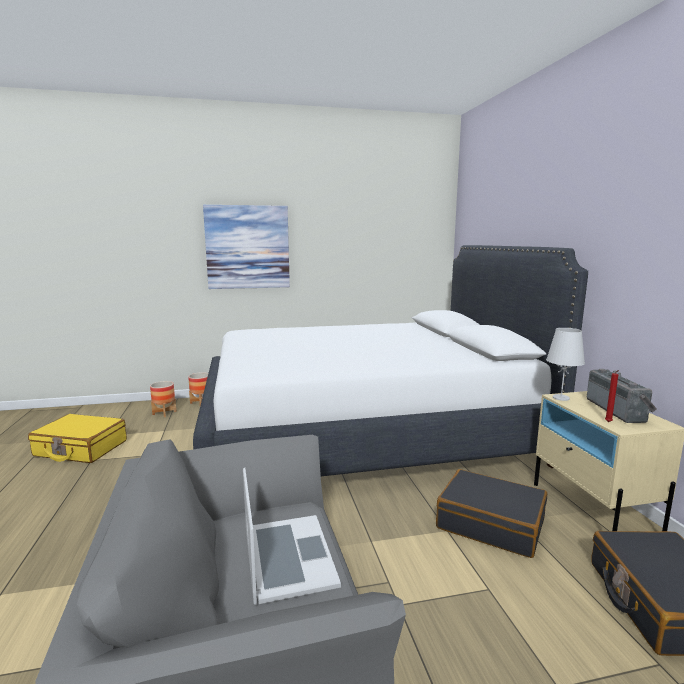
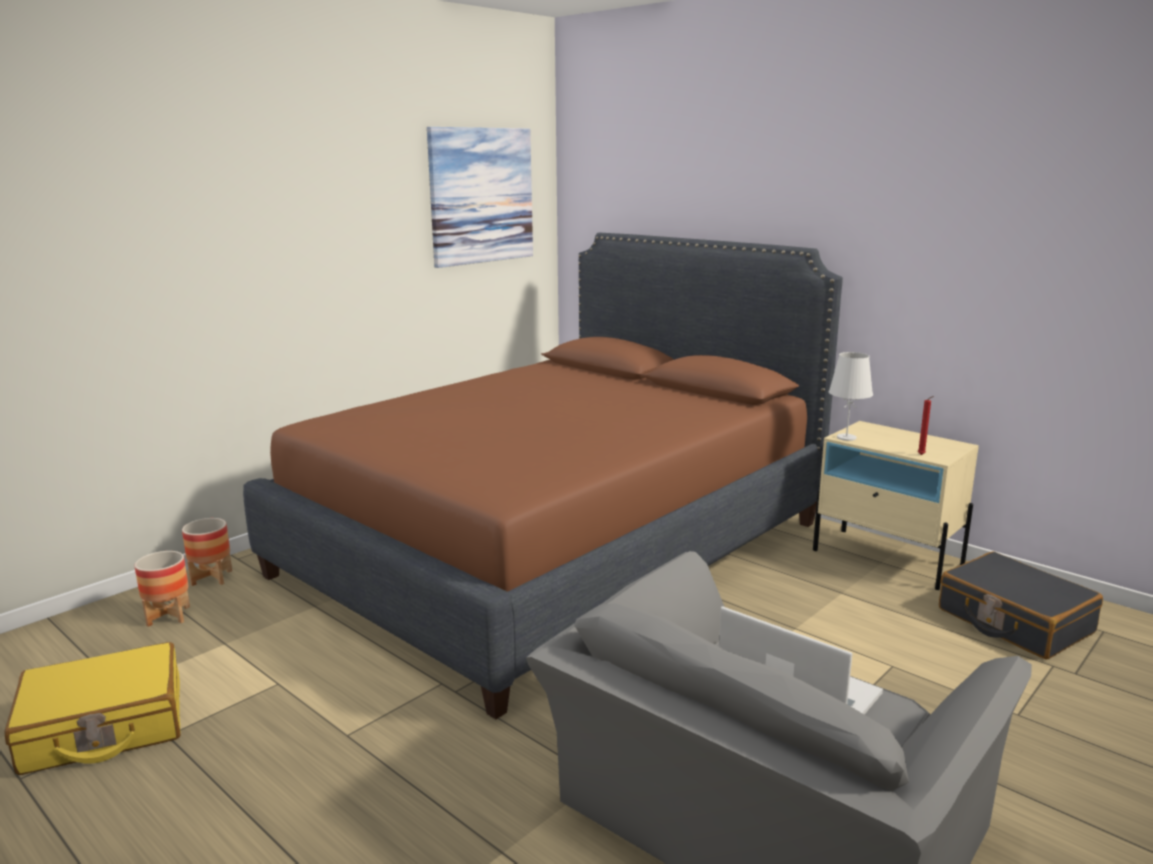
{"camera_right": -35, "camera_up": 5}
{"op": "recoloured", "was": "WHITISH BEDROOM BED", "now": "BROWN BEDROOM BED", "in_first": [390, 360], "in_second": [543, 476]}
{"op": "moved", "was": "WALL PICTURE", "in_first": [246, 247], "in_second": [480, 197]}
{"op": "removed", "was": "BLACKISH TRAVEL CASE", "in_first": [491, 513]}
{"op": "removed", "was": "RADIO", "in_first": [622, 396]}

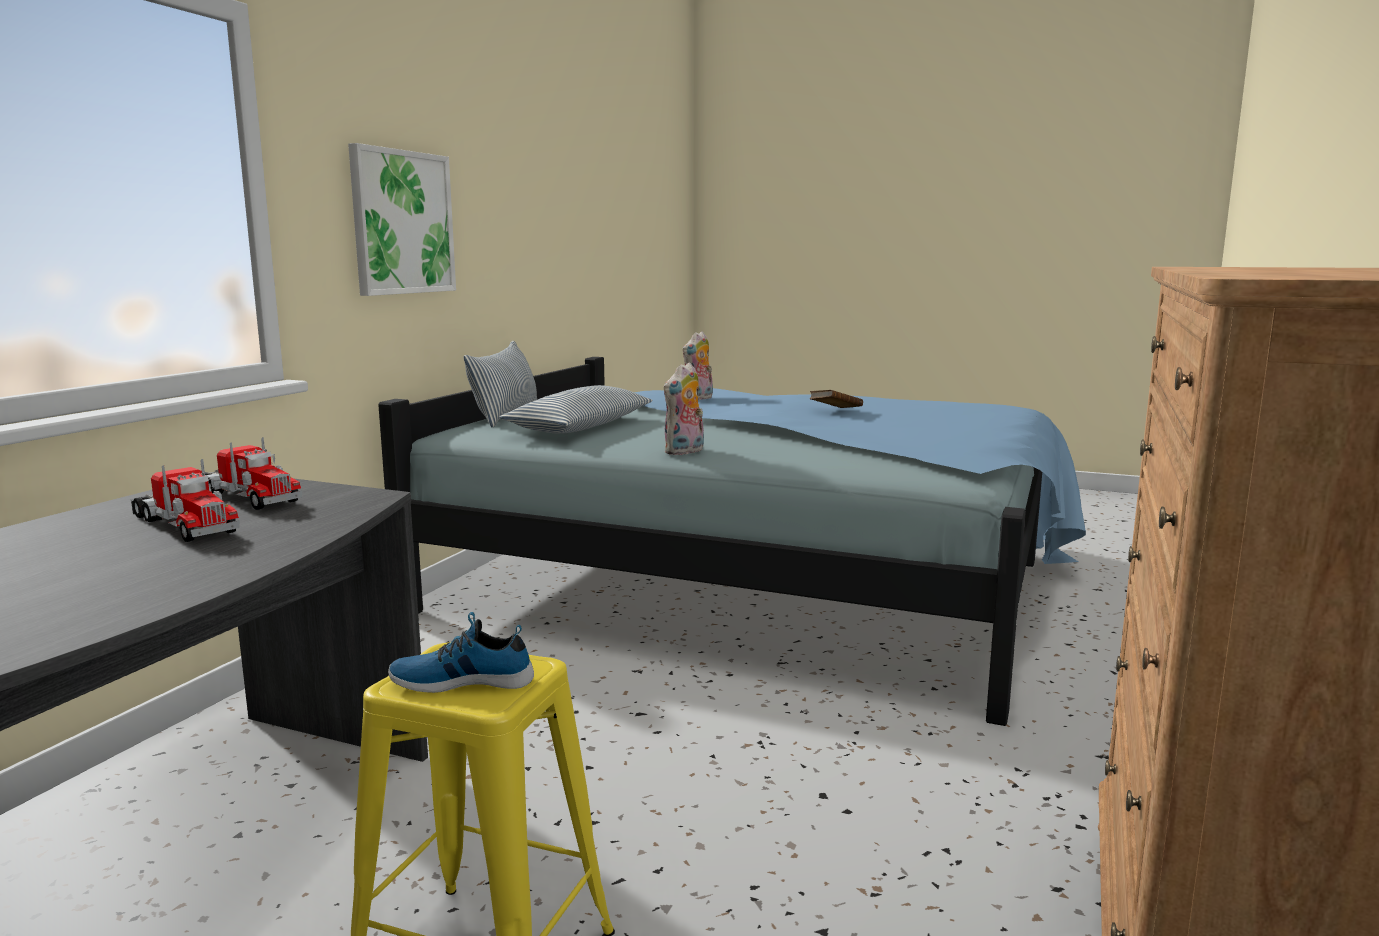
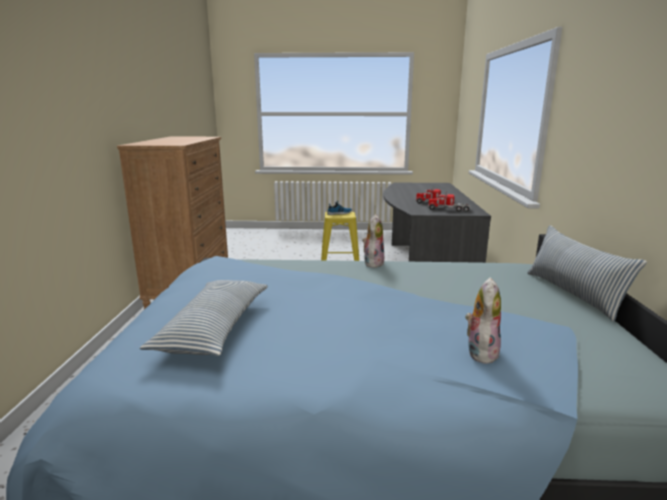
{"camera_right": 160, "camera_up": 5}
{"op": "moved", "was": "PILLOW", "in_first": [575, 409], "in_second": [203, 318]}
{"op": "removed", "was": "WALL PICTURE", "in_first": [402, 219]}
{"op": "removed", "was": "BROWN BOOK", "in_first": [836, 399]}

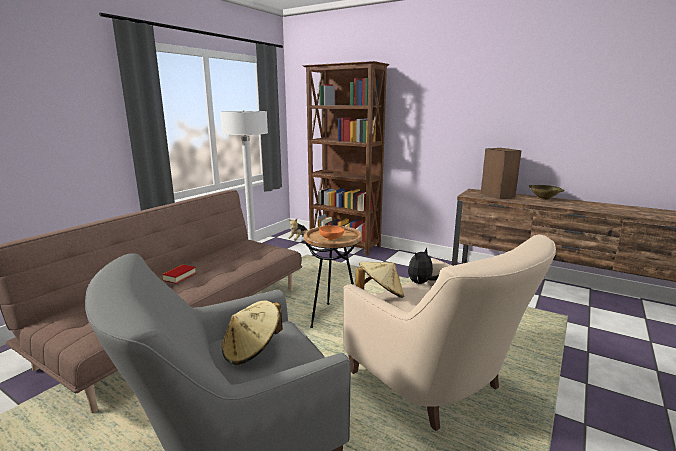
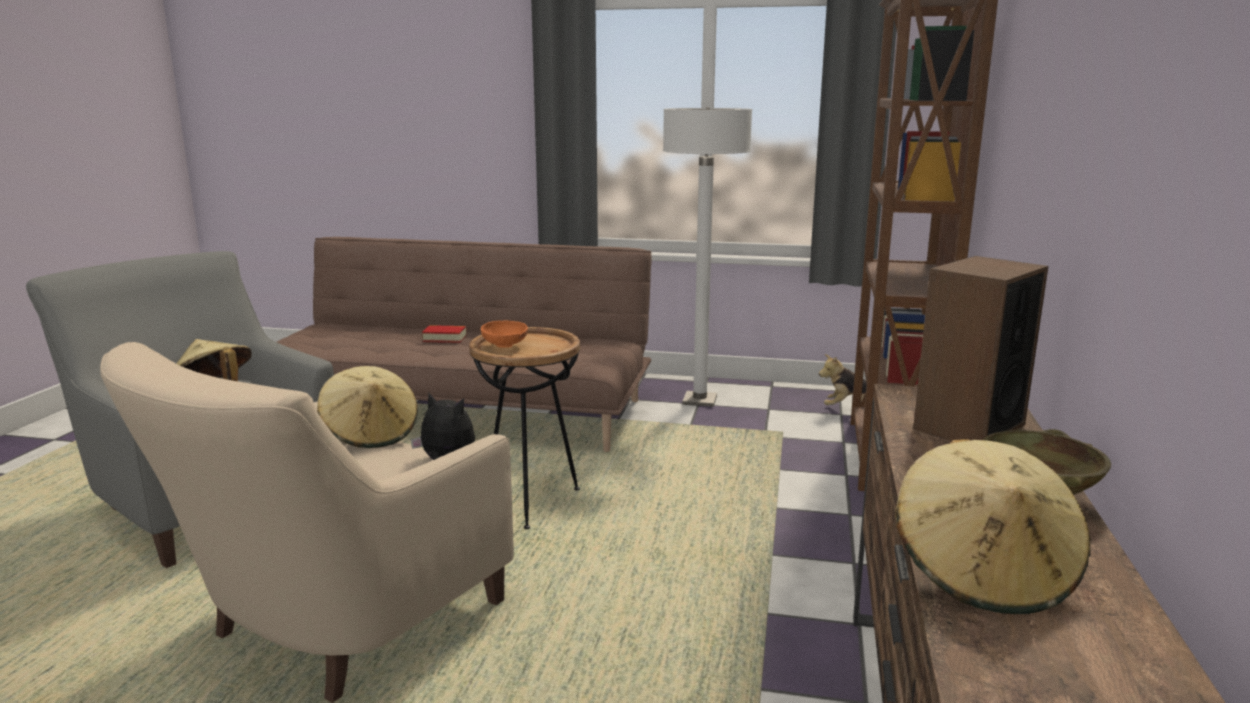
{"camera_right": 70, "camera_up": 0}
{"op": "added", "now": "SAND-COLOURED CLOTHING HAT", "in_second": [992, 526]}

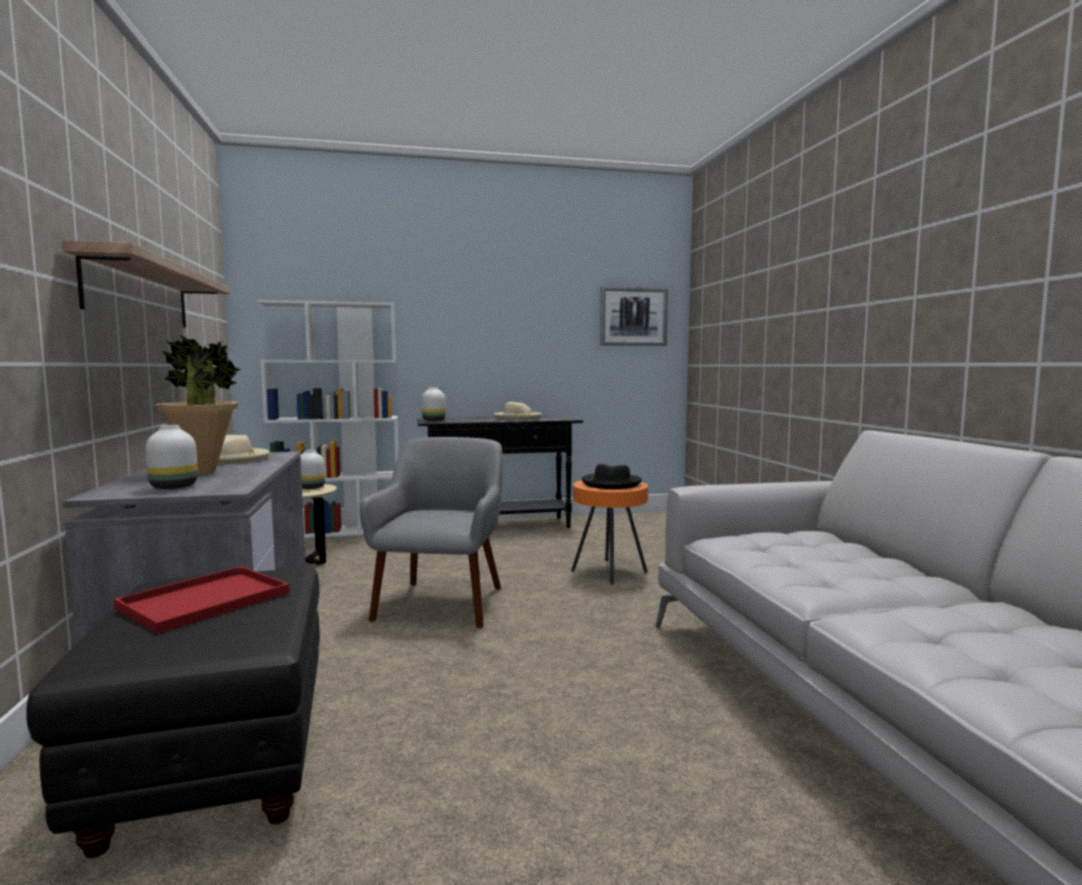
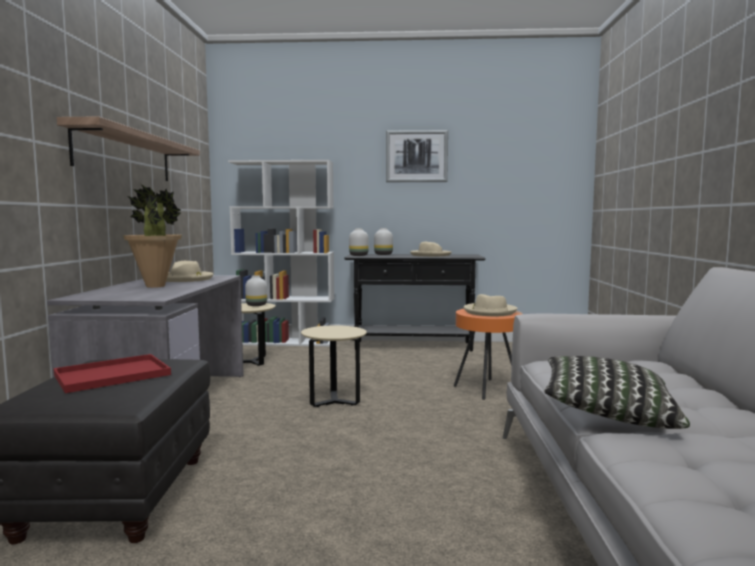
{"camera_right": 15, "camera_up": 0}
{"op": "replaced", "was": "GREY EASY CHAIR", "now": "SAND-COLOURED END TABLE", "in_first": [431, 533], "in_second": [334, 366]}
{"op": "moved", "was": "WHITISH DECORATIVE VASE", "in_first": [171, 457], "in_second": [383, 241]}
{"op": "moved", "was": "WALL PICTURE", "in_first": [634, 316], "in_second": [417, 156]}
{"op": "recoloured", "was": "BLACKISH CLOTHING HAT", "now": "SAND-COLOURED CLOTHING HAT", "in_first": [612, 476], "in_second": [490, 305]}
{"op": "added", "now": "PILLOW", "in_second": [617, 392]}

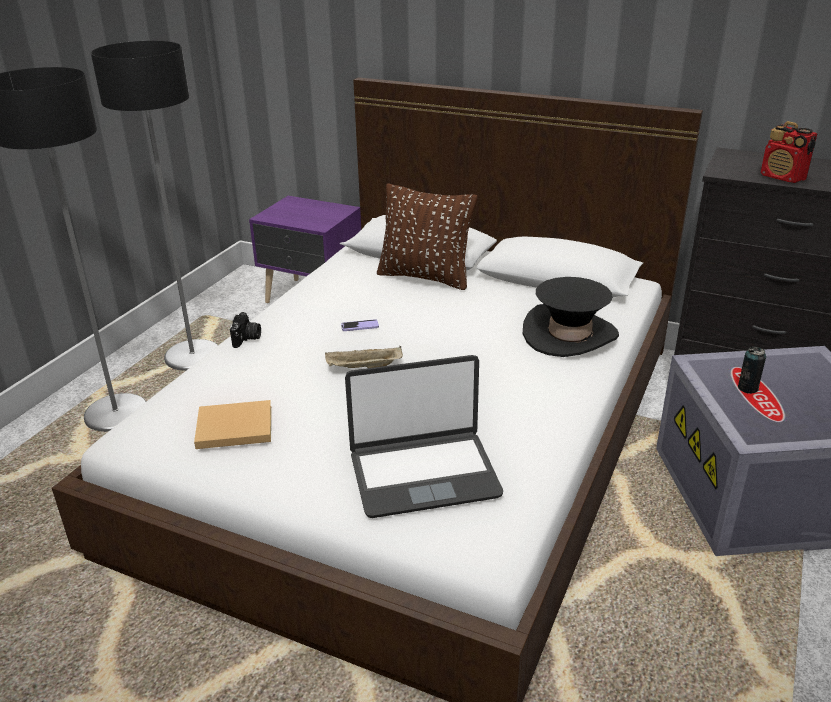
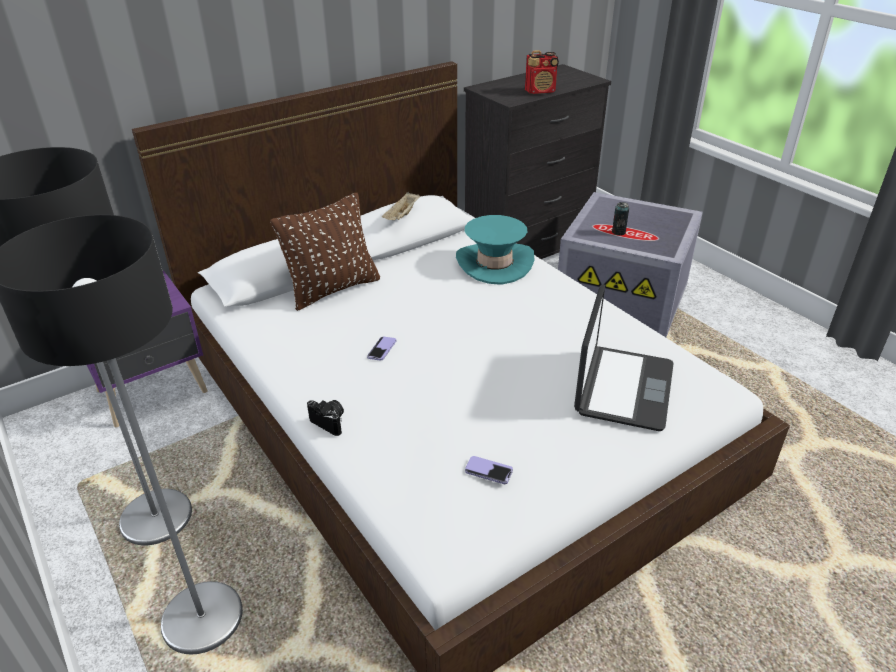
{"camera_right": -60, "camera_up": 5}
{"op": "moved", "was": "SAND-COLOURED CARRYING TRAY", "in_first": [364, 357], "in_second": [401, 206]}
{"op": "recoloured", "was": "BLACKISH CLOTHING HAT", "now": "TURQUOISE-COLOURED CLOTHING HAT", "in_first": [571, 317], "in_second": [495, 250]}
{"op": "replaced", "was": "SAND-COLOURED BOOK", "now": "HANDSET", "in_first": [232, 424], "in_second": [489, 470]}

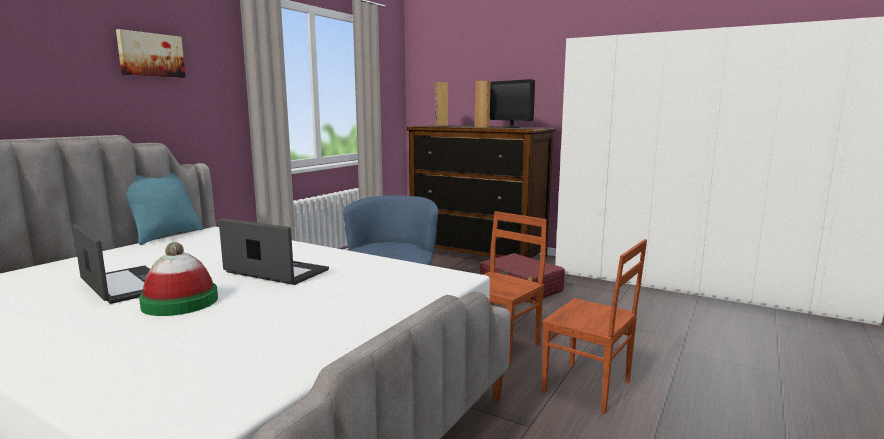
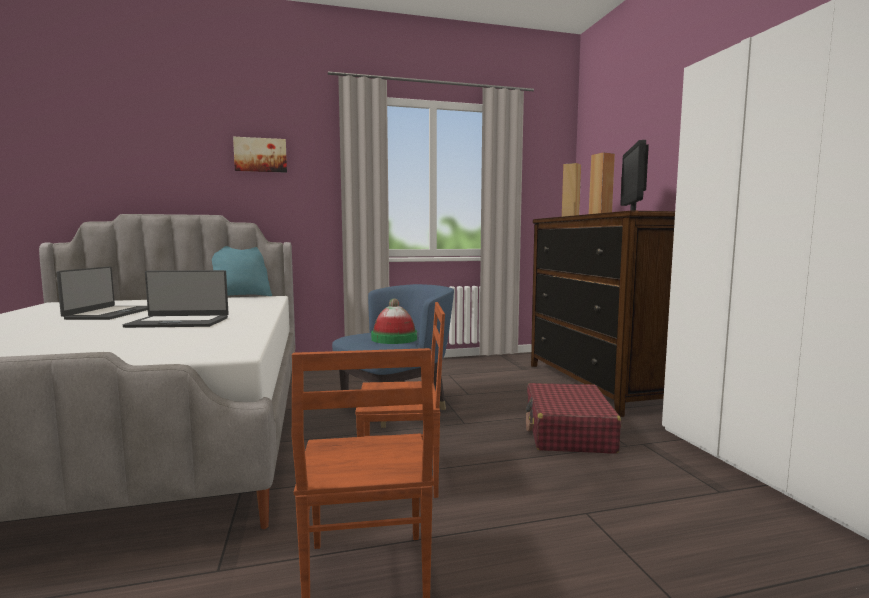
{"camera_right": 45, "camera_up": -5}
{"op": "turned", "was": "NOTEBOOK COMPUTER", "in_first": [274, 251], "in_second": [176, 299], "clockwise": 105}
{"op": "moved", "was": "CLOTHING HAT", "in_first": [178, 279], "in_second": [394, 321]}

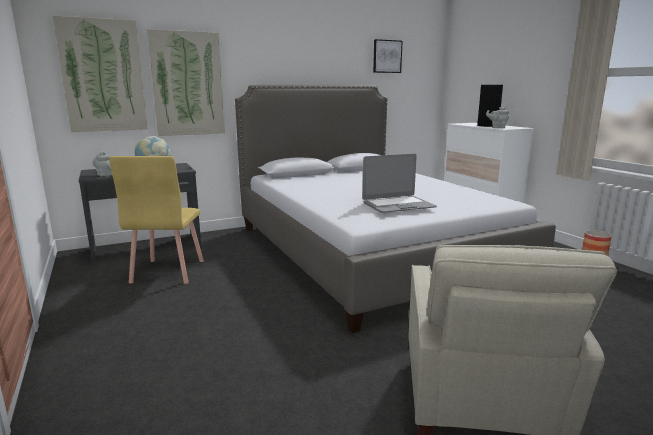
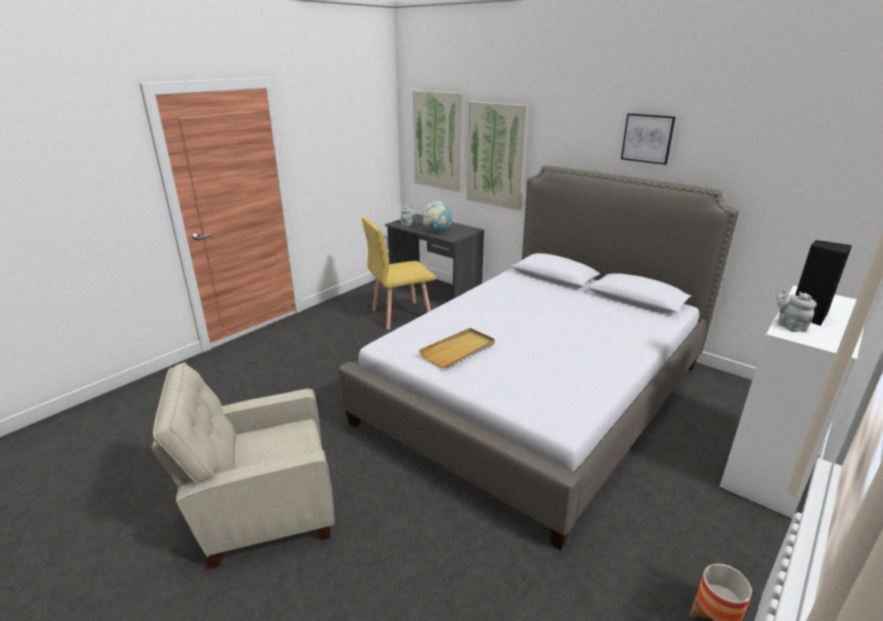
{"camera_right": 65, "camera_up": 10}
{"op": "replaced", "was": "NOTEBOOK COMPUTER", "now": "SAND-COLOURED CARRYING TRAY", "in_first": [400, 183], "in_second": [457, 348]}
{"op": "moved", "was": "WALL PICTURE", "in_first": [388, 56], "in_second": [648, 139]}

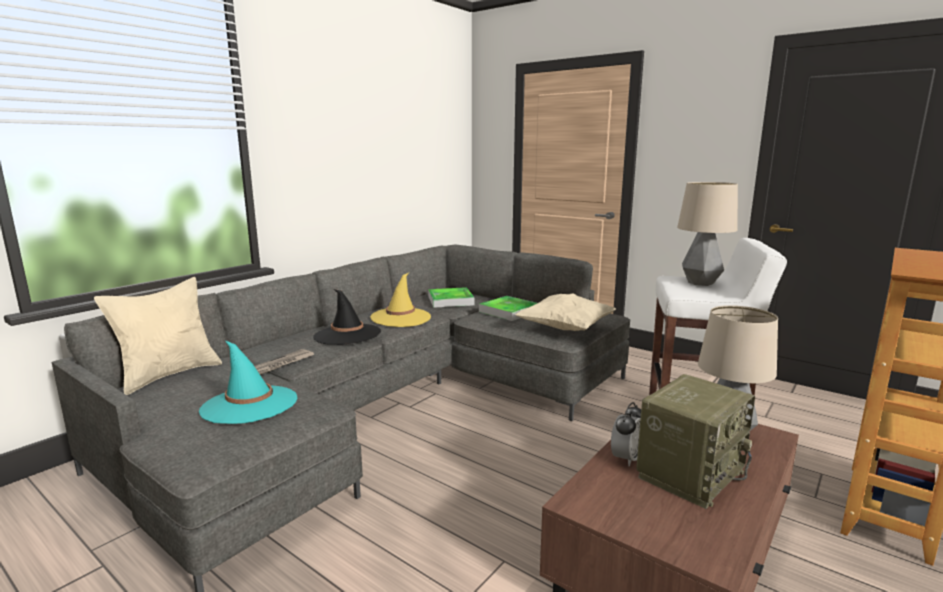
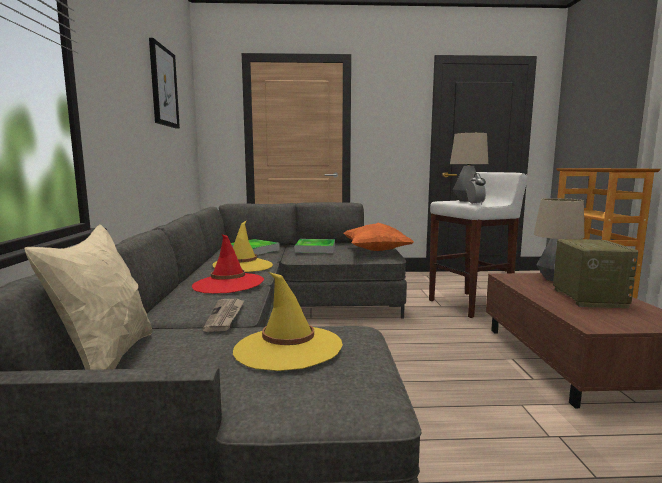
{"camera_right": -40, "camera_up": -5}
{"op": "added", "now": "WALL PICTURE", "in_second": [164, 83]}
{"op": "recoloured", "was": "BLACKISH CLOTHING HAT", "now": "REDDISH CLOTHING HAT", "in_first": [347, 317], "in_second": [228, 264]}
{"op": "recoloured", "was": "TURQUOISE-COLOURED CLOTHING HAT", "now": "YELLOWISH CLOTHING HAT", "in_first": [248, 382], "in_second": [288, 321]}
{"op": "recoloured", "was": "SAND-COLOURED PILLOW", "now": "ORANGE-COLOURED PILLOW", "in_first": [565, 312], "in_second": [378, 237]}
{"op": "moved", "was": "TABLE CLOCK", "in_first": [626, 434], "in_second": [476, 189]}

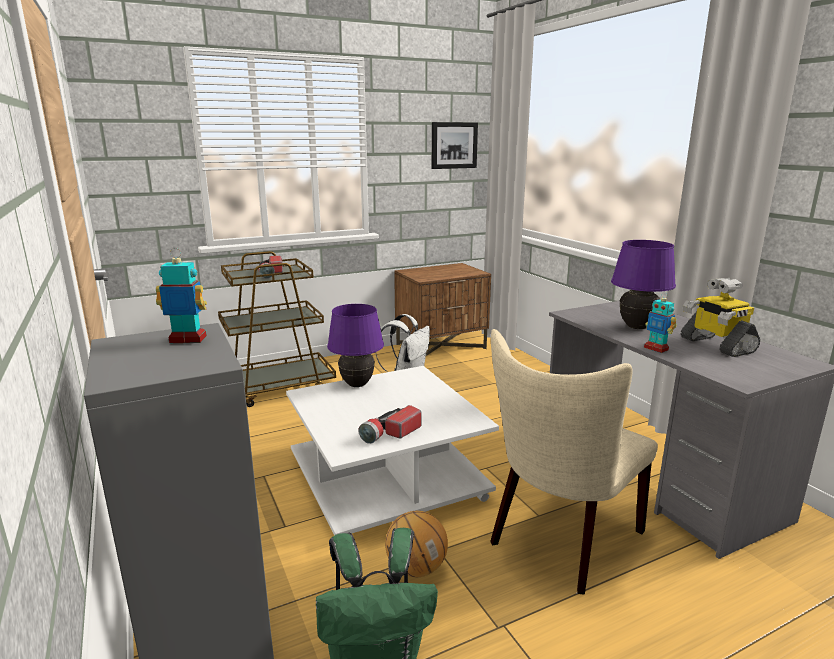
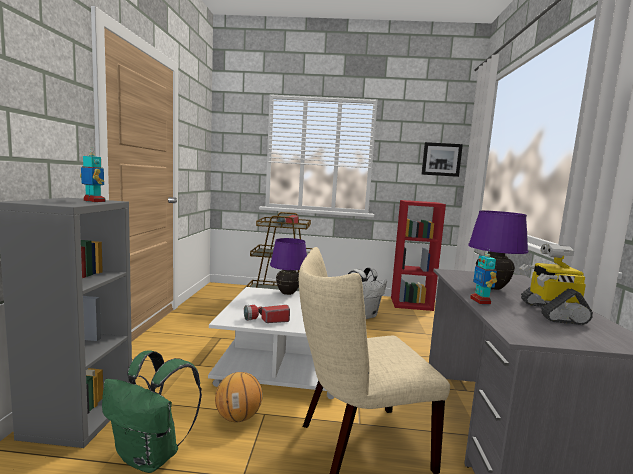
{"camera_right": 30, "camera_up": -10}
{"op": "replaced", "was": "BROWN NIGHTSTAND", "now": "REDDISH SHELVING UNIT", "in_first": [442, 309], "in_second": [418, 255]}

